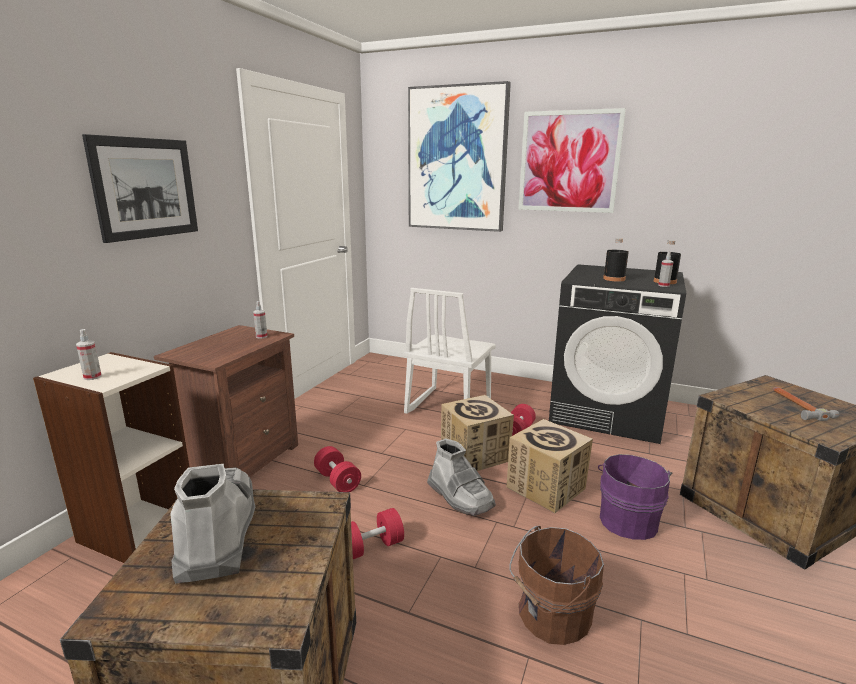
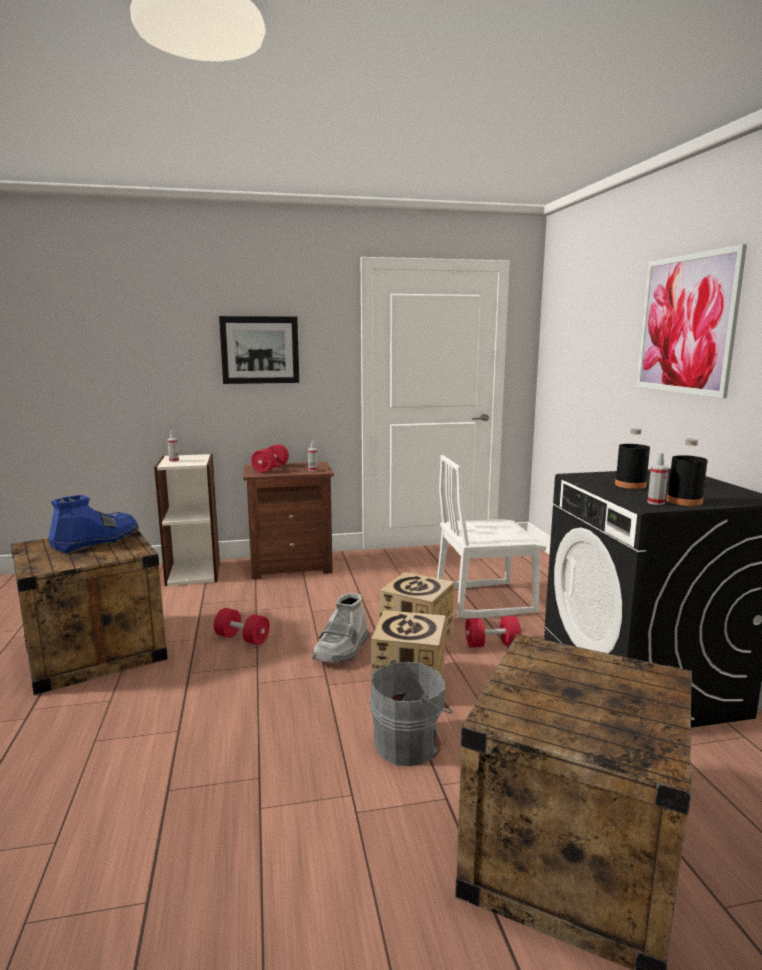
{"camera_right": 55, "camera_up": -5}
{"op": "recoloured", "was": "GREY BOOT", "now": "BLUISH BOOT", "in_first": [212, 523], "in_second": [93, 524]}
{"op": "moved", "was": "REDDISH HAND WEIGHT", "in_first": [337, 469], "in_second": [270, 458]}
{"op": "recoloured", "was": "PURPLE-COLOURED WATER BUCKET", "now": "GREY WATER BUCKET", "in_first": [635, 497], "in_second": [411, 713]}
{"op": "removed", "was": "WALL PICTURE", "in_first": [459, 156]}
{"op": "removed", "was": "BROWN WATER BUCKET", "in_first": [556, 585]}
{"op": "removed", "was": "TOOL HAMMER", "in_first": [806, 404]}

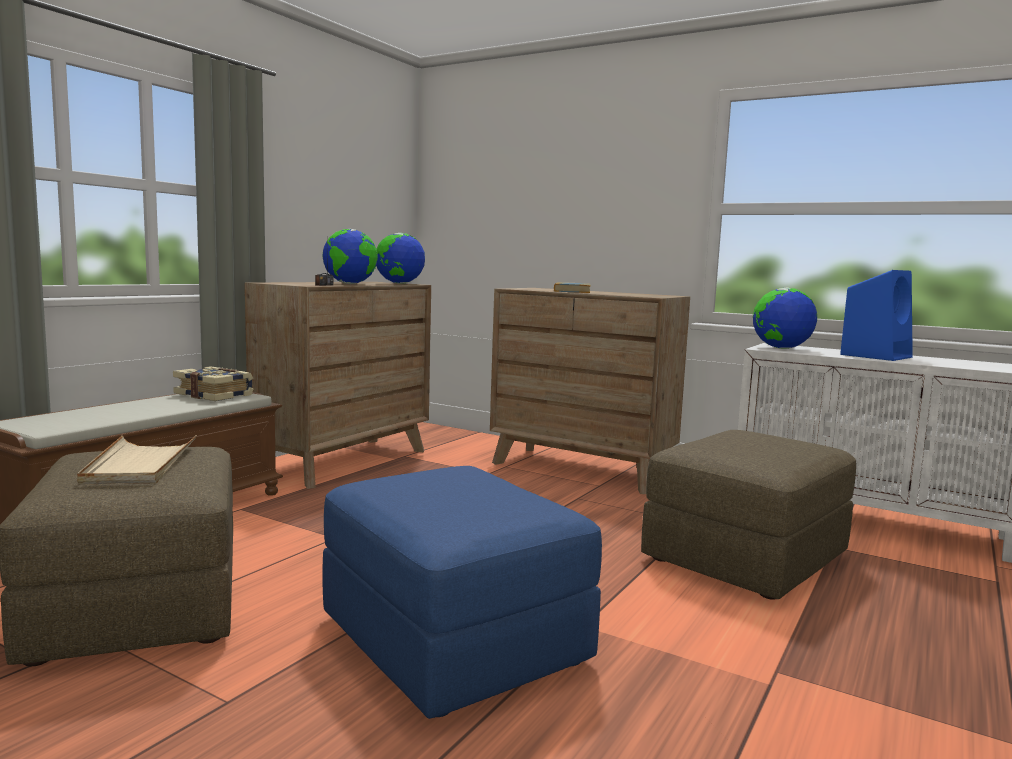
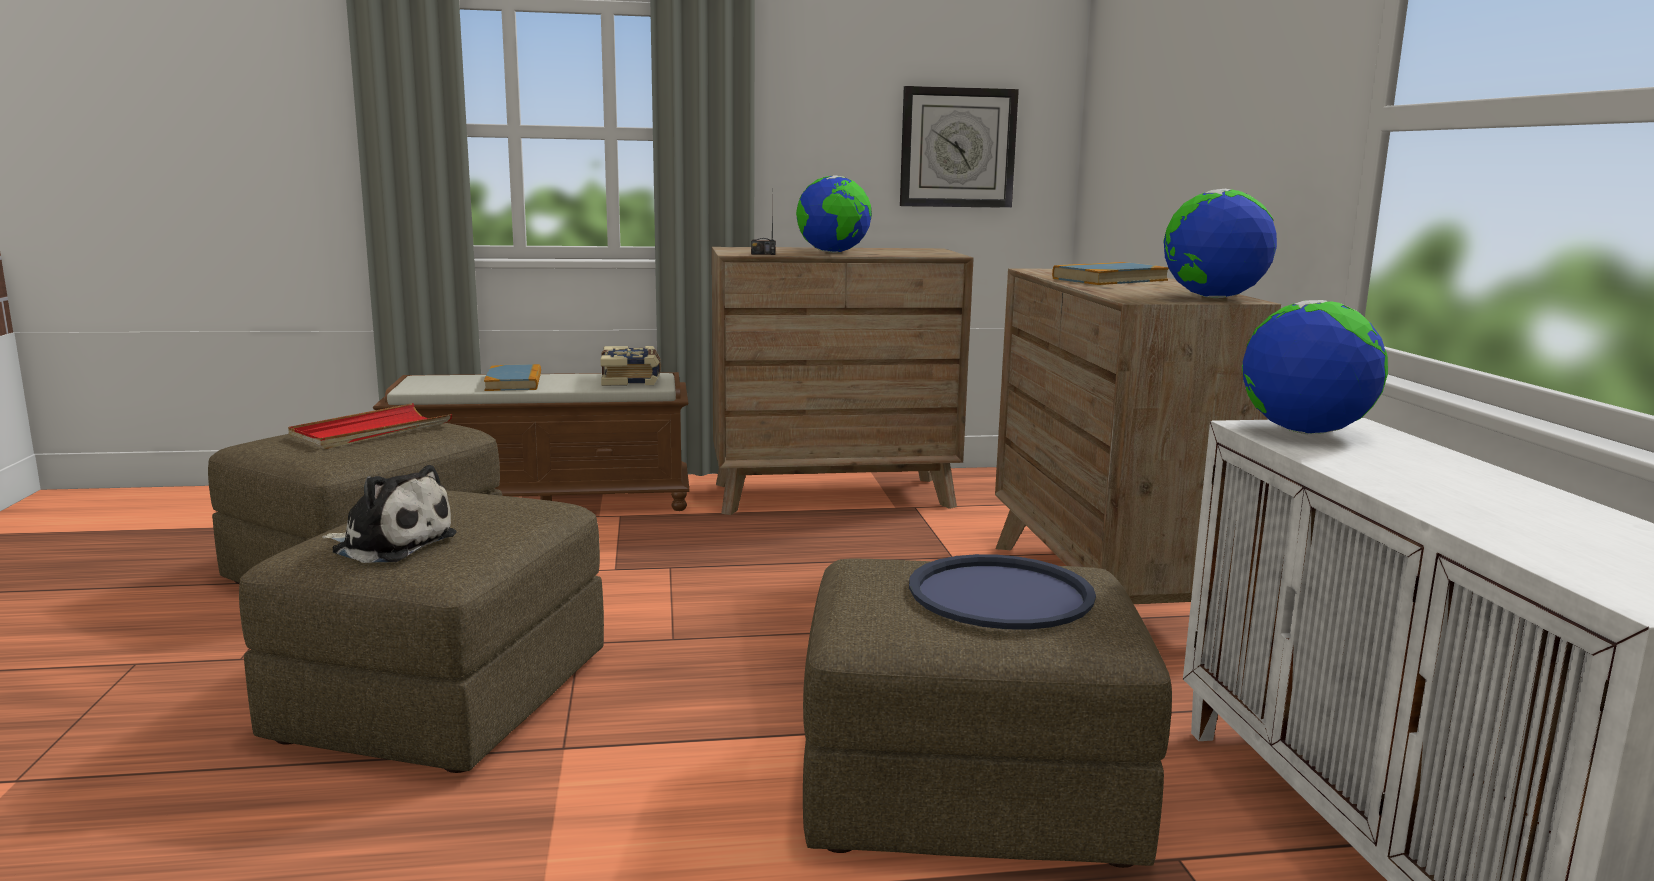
{"camera_right": 50, "camera_up": 5}
{"op": "recoloured", "was": "BLUISH OTTOMAN", "now": "BROWN OTTOMAN", "in_first": [462, 592], "in_second": [421, 632]}
{"op": "recoloured", "was": "SAND-COLOURED CARRYING TRAY", "now": "REDDISH CARRYING TRAY", "in_first": [137, 459], "in_second": [370, 426]}
{"op": "added", "now": "PLUSH TOY", "in_second": [389, 514]}
{"op": "added", "now": "BOOK", "in_second": [512, 377]}
{"op": "added", "now": "CLOCK ON THE WALL", "in_second": [959, 147]}
{"op": "added", "now": "BLUISH CARRYING TRAY", "in_second": [1002, 591]}
{"op": "moved", "was": "GLOBE", "in_first": [400, 258], "in_second": [1220, 243]}
{"op": "removed", "was": "BLUISH SPEAKER", "in_first": [876, 315]}

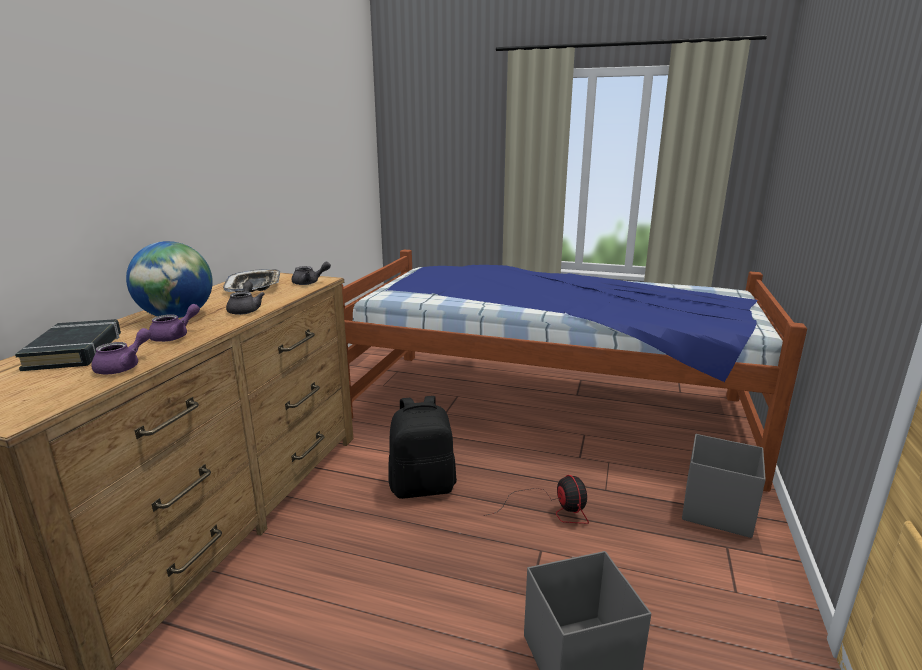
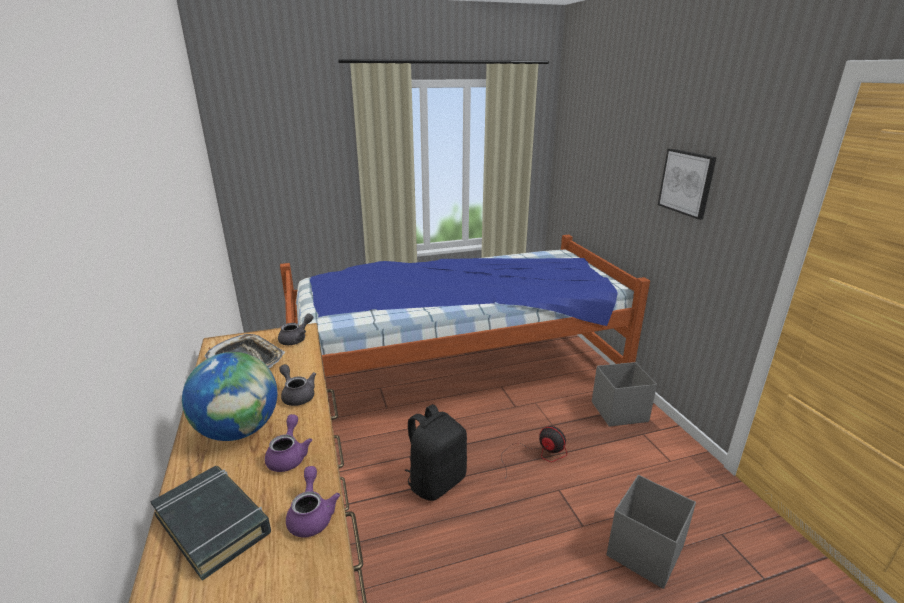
{"camera_right": -35, "camera_up": 5}
{"op": "added", "now": "WALL PICTURE", "in_second": [687, 184]}

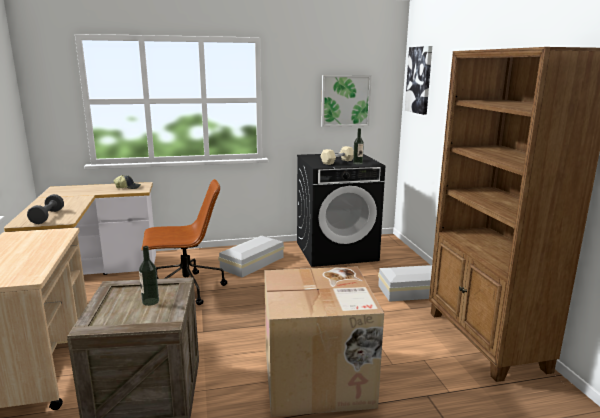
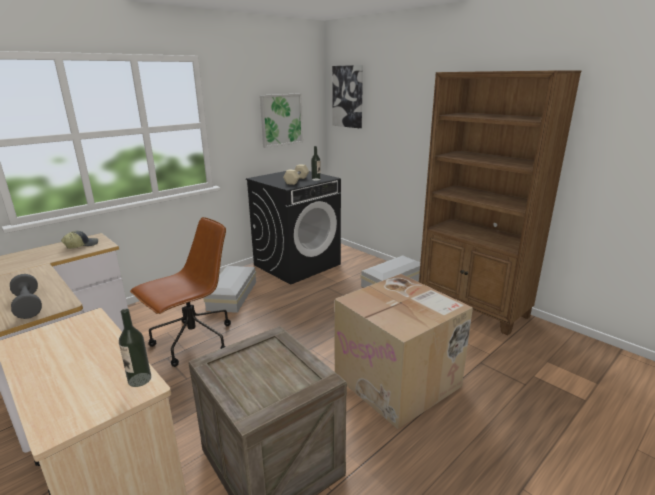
{"camera_right": -30, "camera_up": 5}
{"op": "moved", "was": "BEVERAGE BOTTLE", "in_first": [149, 276], "in_second": [135, 348]}

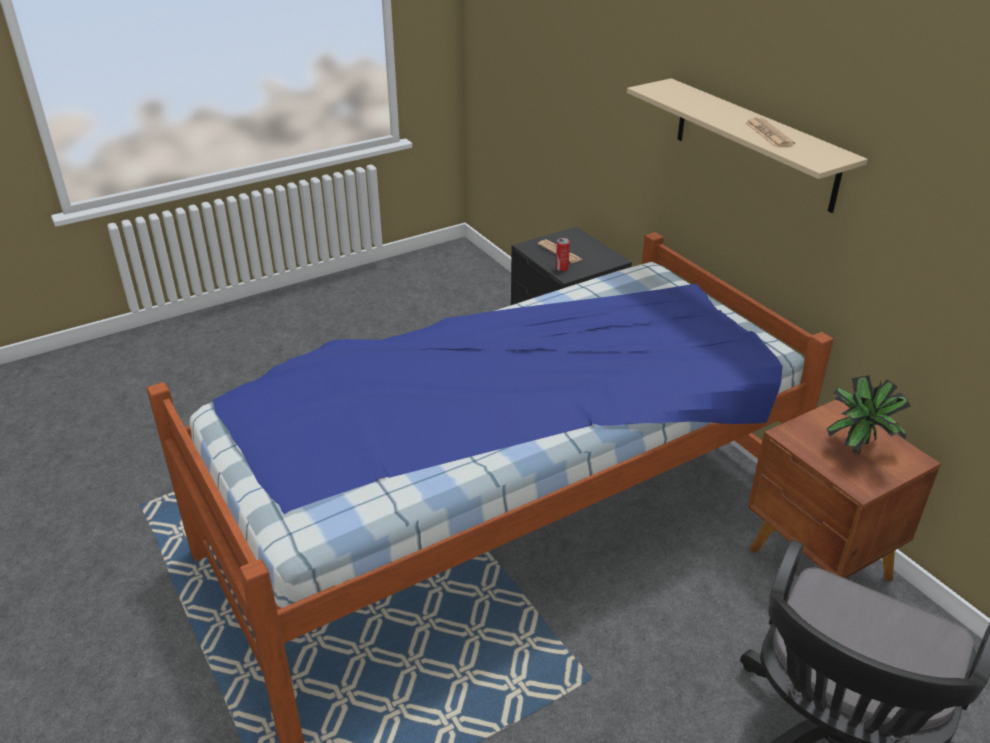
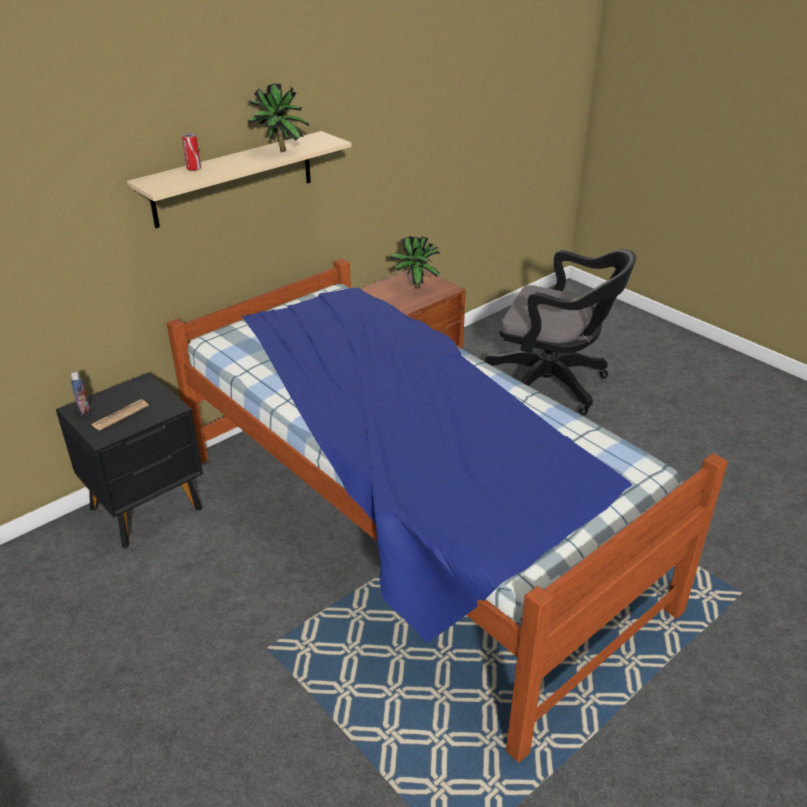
{"camera_right": -100, "camera_up": 0}
{"op": "added", "now": "BEVERAGE BOTTLE", "in_second": [80, 394]}
{"op": "moved", "was": "SEALED CAN", "in_first": [563, 254], "in_second": [191, 152]}
{"op": "replaced", "was": "PRINTED PAPER", "now": "POTTED PLANT", "in_first": [770, 132], "in_second": [277, 118]}

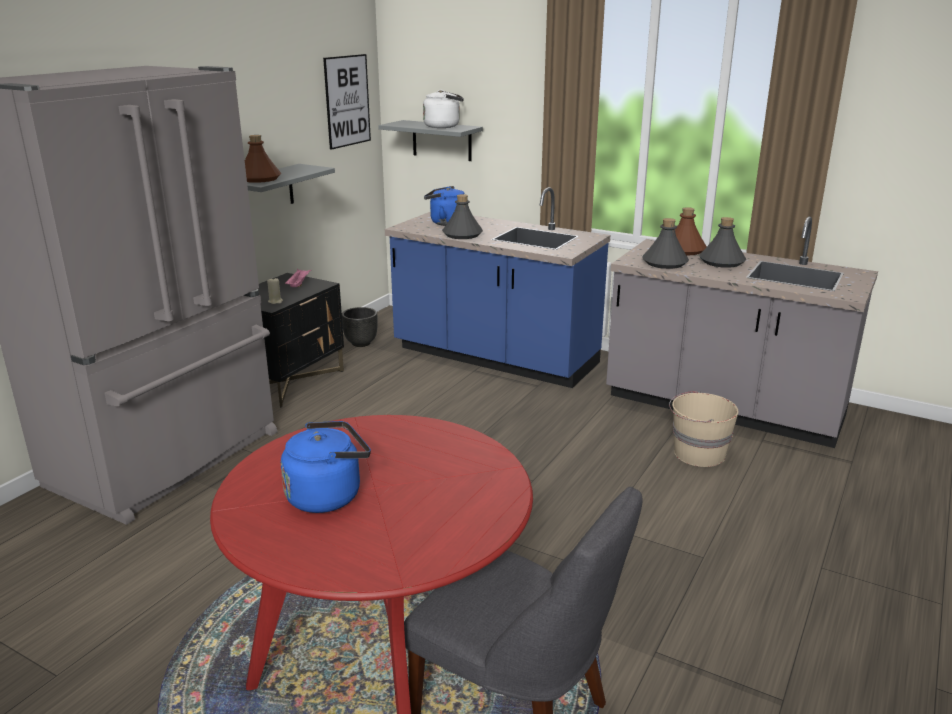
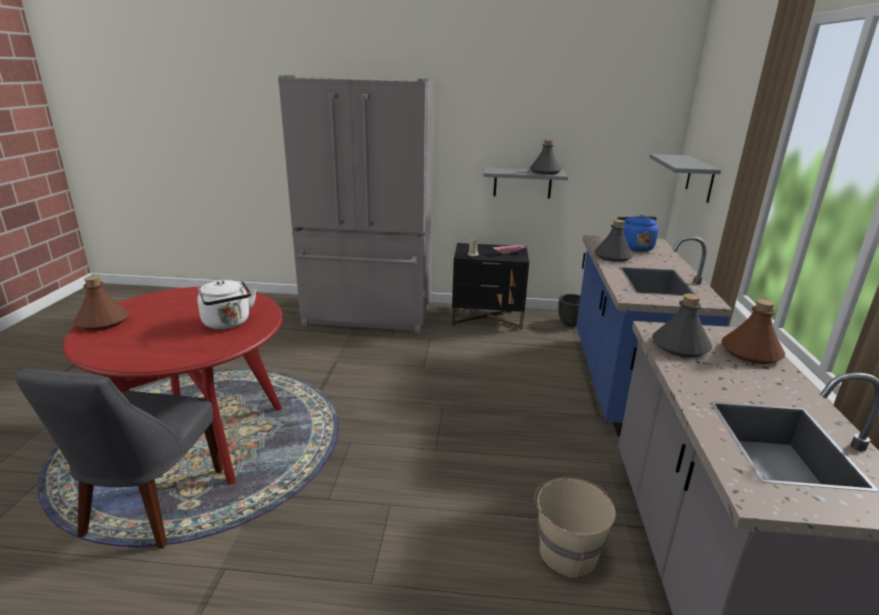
{"camera_right": 65, "camera_up": 0}
{"op": "moved", "was": "BROWN BEVERAGE BOTTLE", "in_first": [263, 159], "in_second": [101, 303]}
{"op": "moved", "was": "WHITISH KETTLE", "in_first": [443, 109], "in_second": [227, 304]}
{"op": "moved", "was": "GREY BEVERAGE BOTTLE", "in_first": [722, 242], "in_second": [546, 157]}
{"op": "removed", "was": "BLUISH KETTLE", "in_first": [326, 467]}
{"op": "removed", "was": "WALL PICTURE", "in_first": [347, 102]}

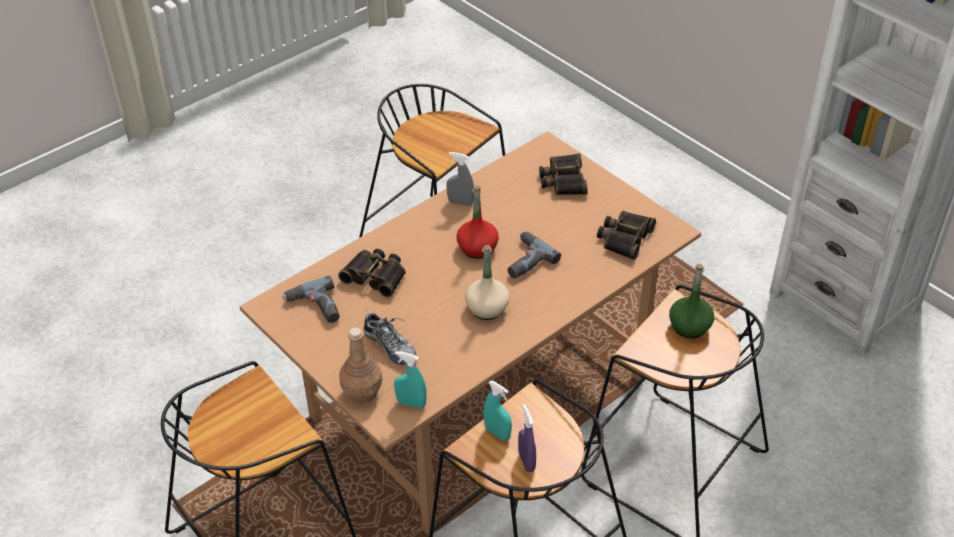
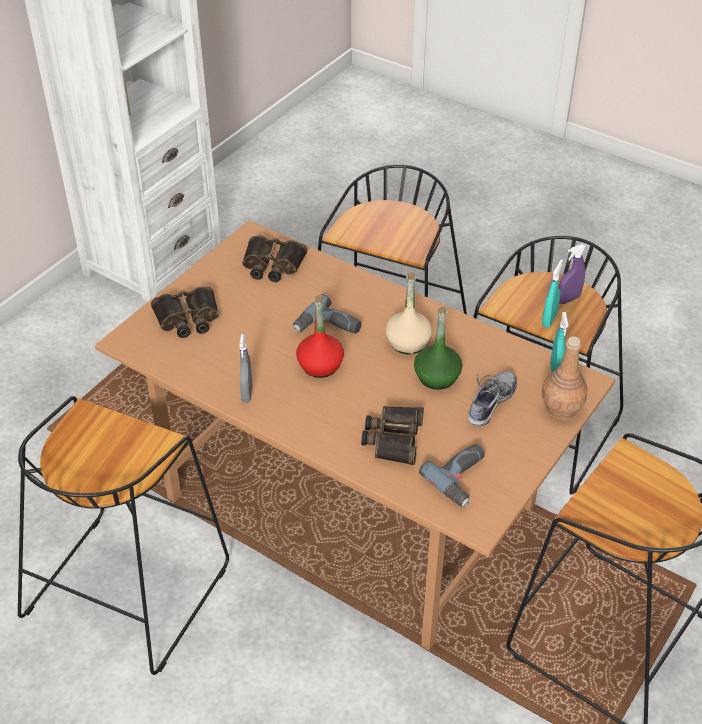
{"camera_right": -105, "camera_up": 0}
{"op": "moved", "was": "GREEN BEVERAGE BOTTLE", "in_first": [691, 301], "in_second": [438, 348]}

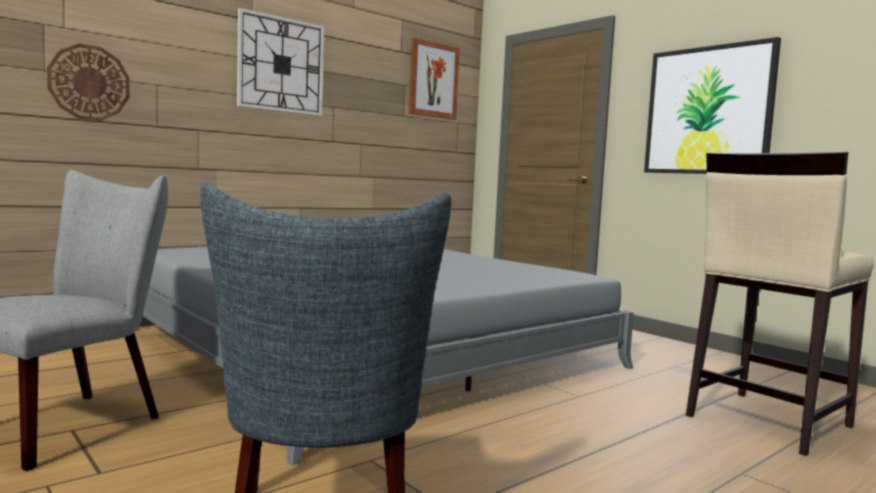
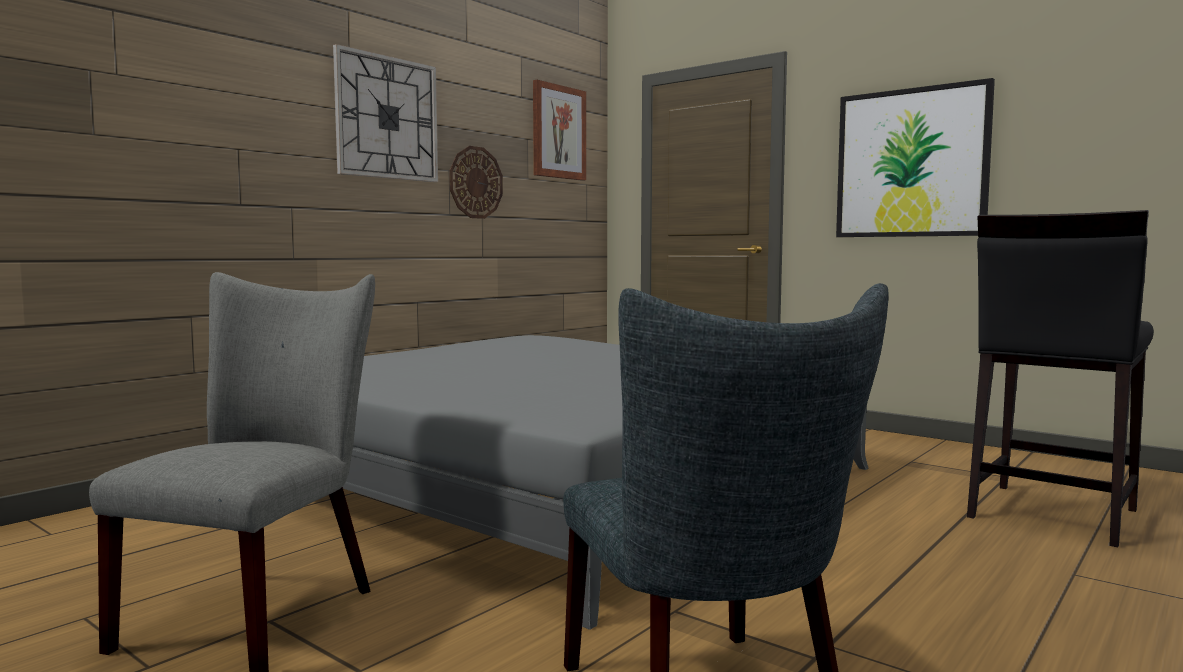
{"camera_right": -10, "camera_up": 0}
{"op": "moved", "was": "CLOCK ON THE WALL", "in_first": [88, 82], "in_second": [476, 182]}
{"op": "recoloured", "was": "SAND-COLOURED SITTING STOOL", "now": "BLACKISH SITTING STOOL", "in_first": [780, 304], "in_second": [1060, 378]}

